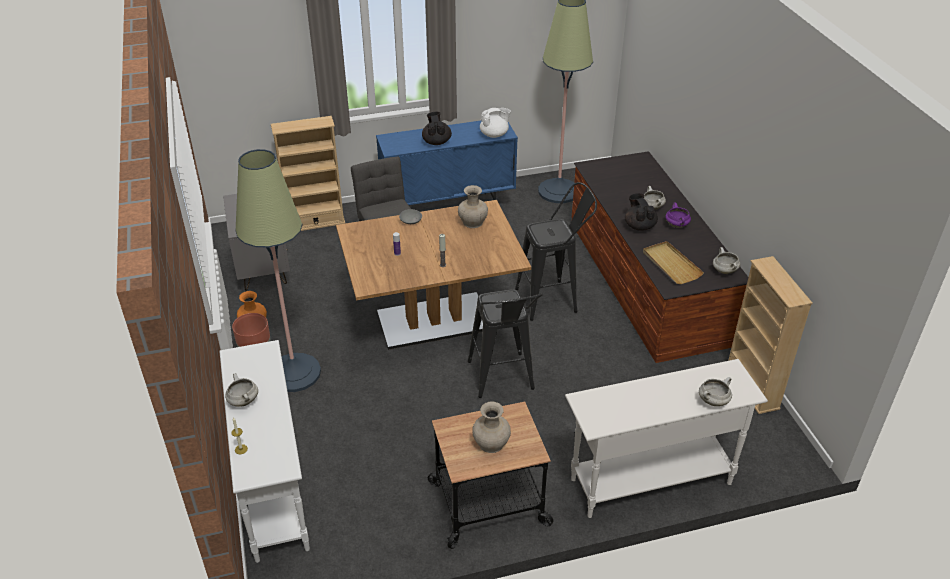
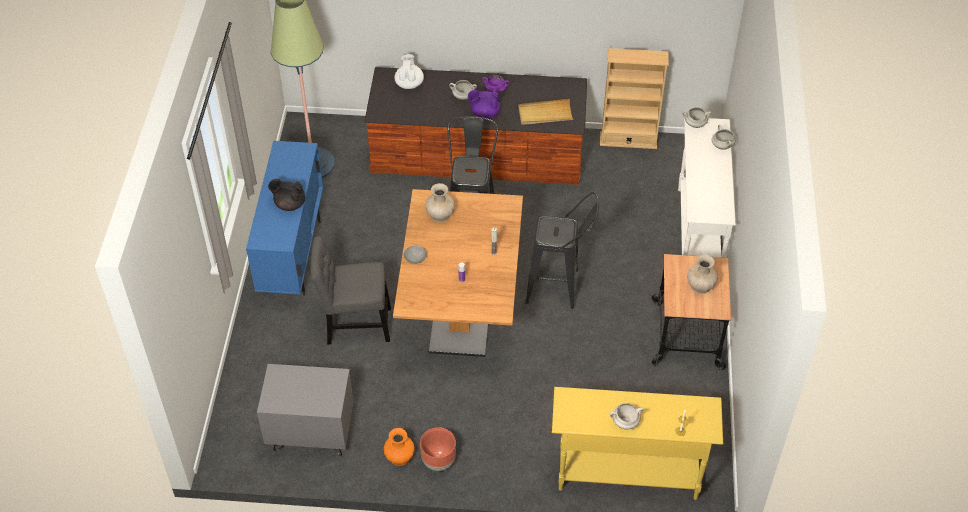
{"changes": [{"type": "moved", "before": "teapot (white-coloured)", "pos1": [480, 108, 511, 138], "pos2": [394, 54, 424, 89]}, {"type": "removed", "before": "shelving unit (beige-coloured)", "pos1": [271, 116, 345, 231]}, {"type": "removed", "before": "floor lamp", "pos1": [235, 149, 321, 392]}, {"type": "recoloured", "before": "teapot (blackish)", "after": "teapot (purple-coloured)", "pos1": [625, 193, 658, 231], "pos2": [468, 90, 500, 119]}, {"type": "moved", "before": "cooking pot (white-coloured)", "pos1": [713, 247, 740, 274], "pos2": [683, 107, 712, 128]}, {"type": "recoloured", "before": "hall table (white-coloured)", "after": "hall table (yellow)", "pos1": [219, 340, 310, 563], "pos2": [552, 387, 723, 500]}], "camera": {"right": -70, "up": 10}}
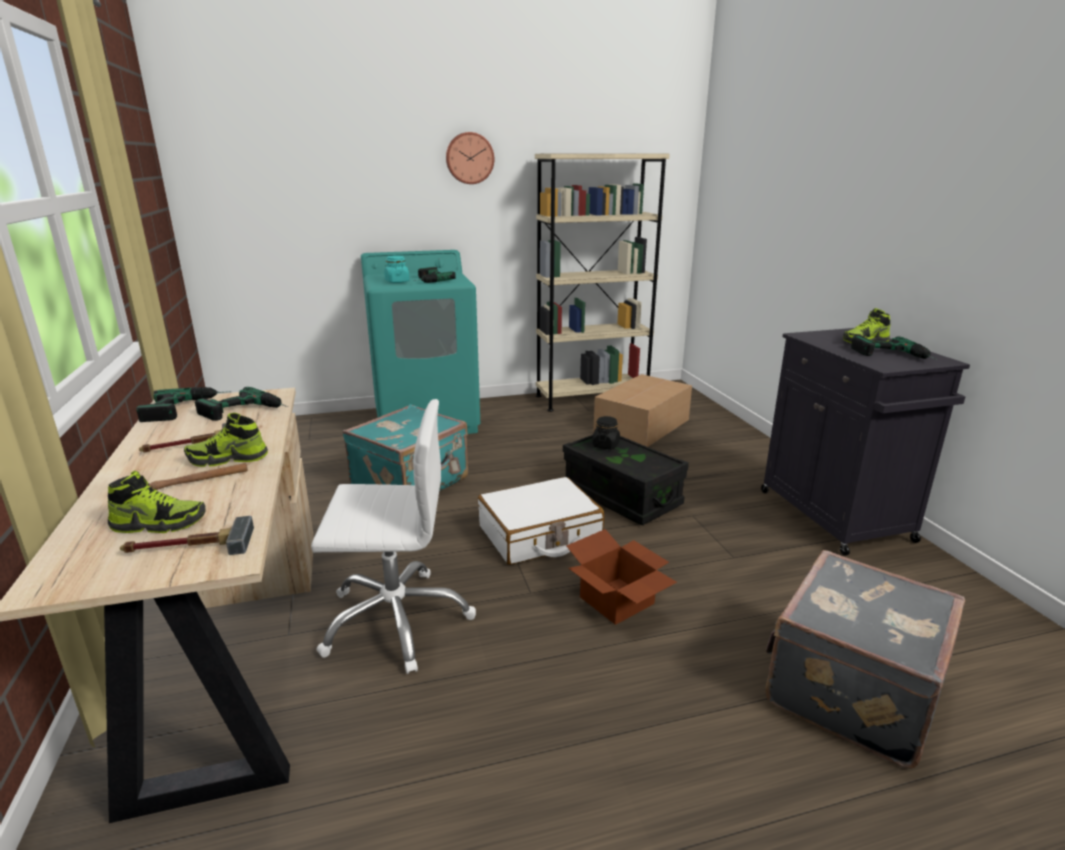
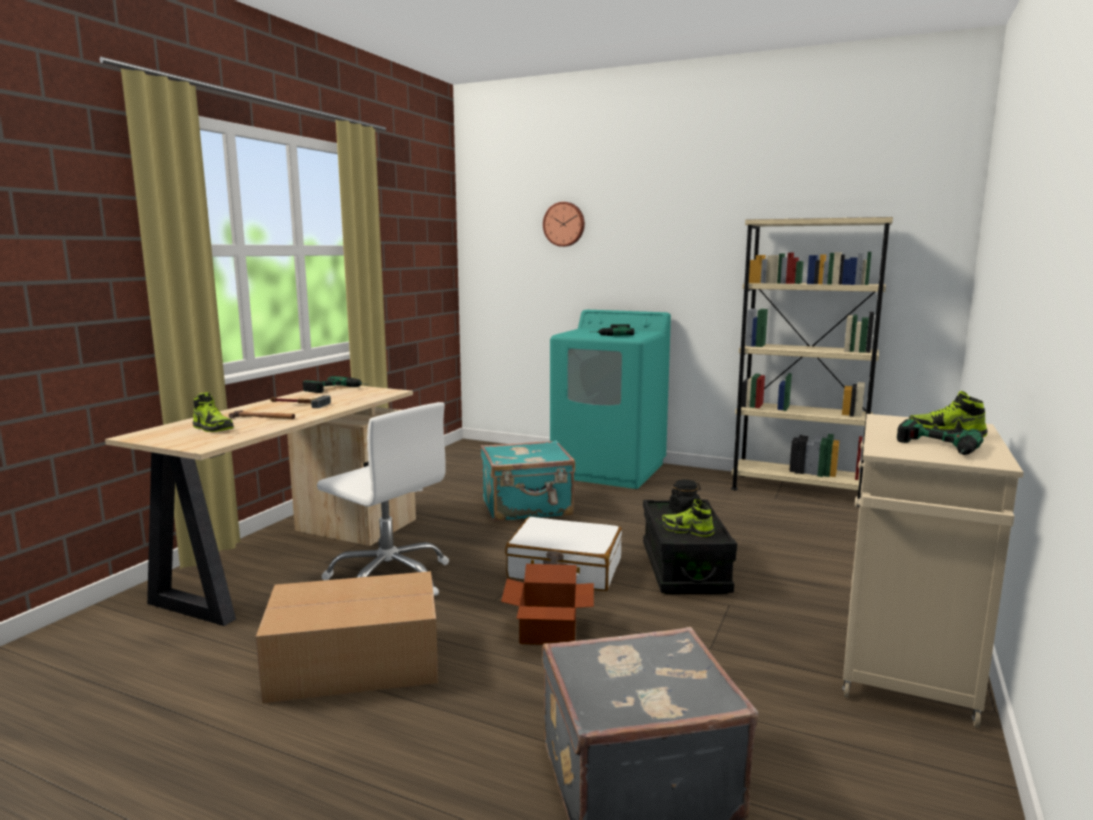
{"changes": [{"type": "moved", "before": "wall clock", "pos1": [446, 132, 494, 184], "pos2": [543, 202, 585, 247]}, {"type": "removed", "before": "jar (turquoise)", "pos1": [384, 256, 409, 283]}, {"type": "recoloured", "before": "cabinet (blackish)", "after": "cabinet (beige-coloured)", "pos1": [761, 328, 970, 556], "pos2": [842, 414, 1024, 728]}, {"type": "moved", "before": "packing box", "pos1": [593, 374, 692, 447], "pos2": [256, 571, 438, 704]}, {"type": "removed", "before": "drill", "pos1": [195, 387, 288, 421]}, {"type": "moved", "before": "item of footwear", "pos1": [184, 413, 268, 467], "pos2": [662, 499, 714, 537]}, {"type": "removed", "before": "hammer", "pos1": [120, 516, 254, 555]}], "camera": {"right": 40, "up": -10}}
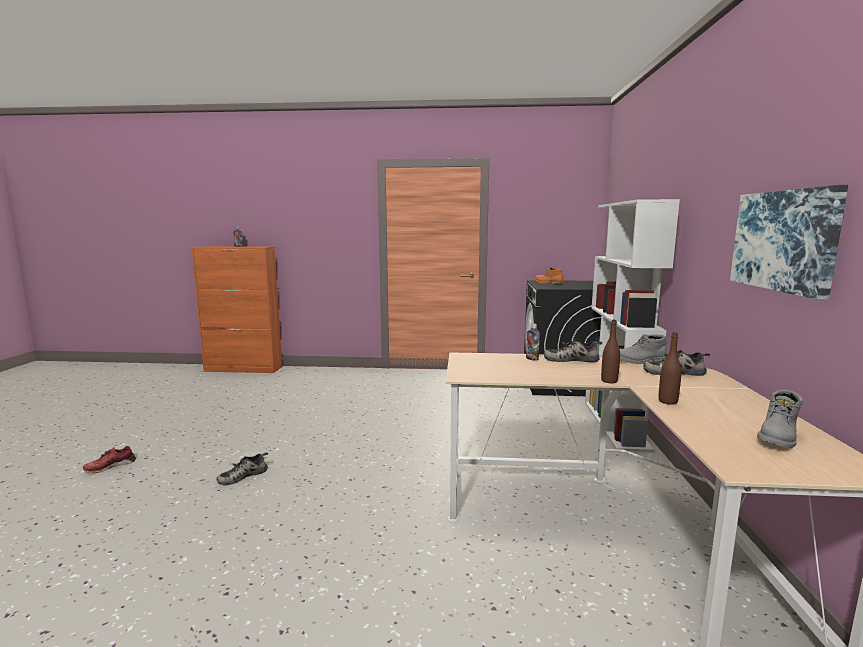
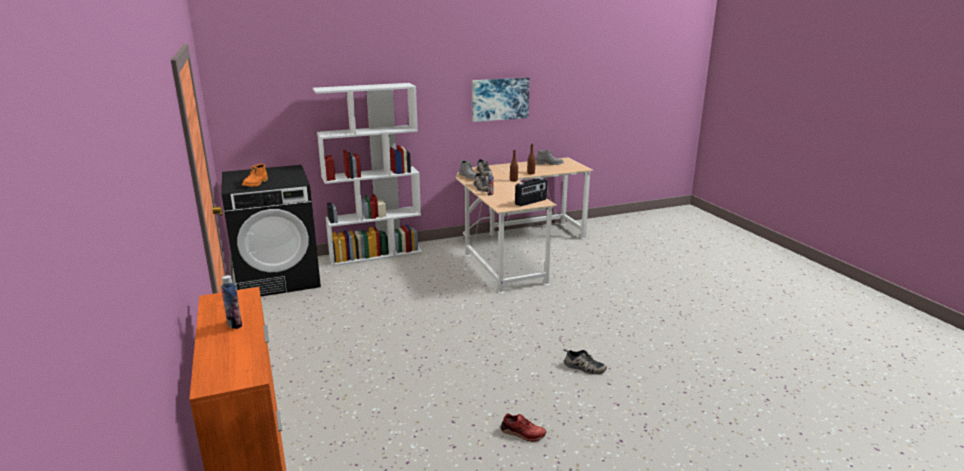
{"changes": [{"type": "moved", "before": "item of footwear (red-coloured)", "pos1": [83, 446, 136, 473], "pos2": [501, 413, 546, 442]}, {"type": "added", "after": "radio", "pos2": [515, 178, 547, 206]}], "camera": {"right": -115, "up": 10}}
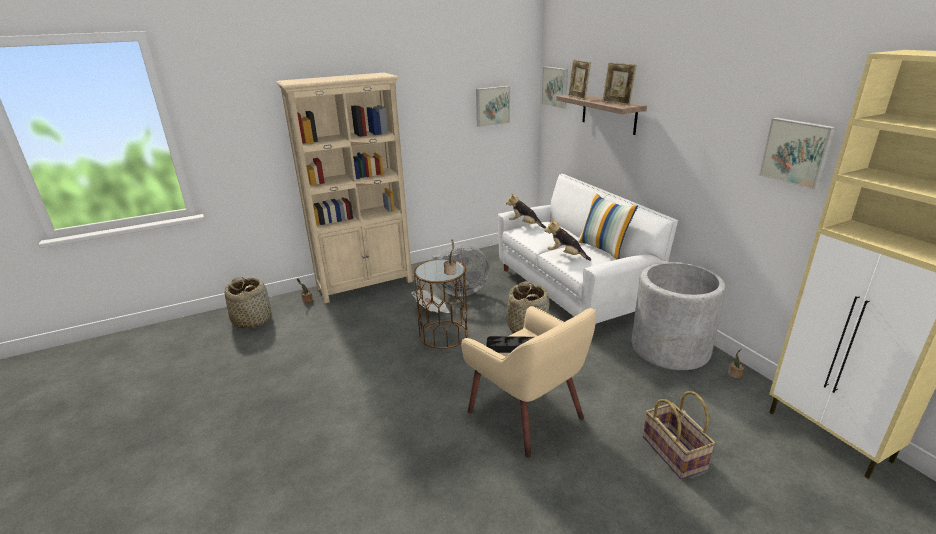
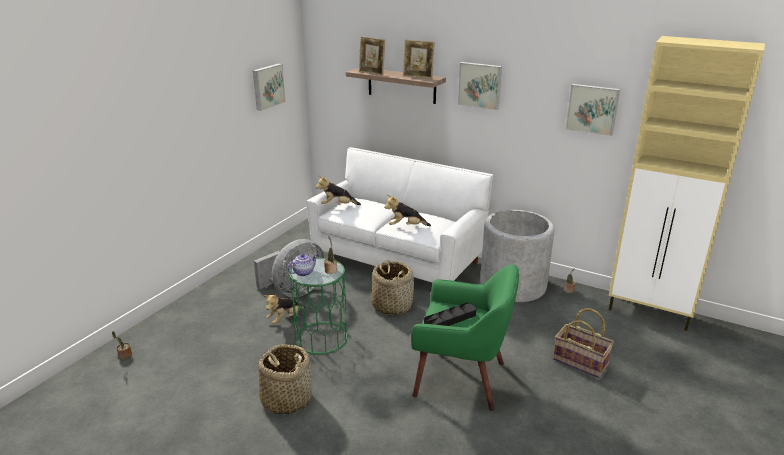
{"changes": [{"type": "moved", "before": "wall art", "pos1": [542, 67, 568, 109], "pos2": [458, 62, 502, 110]}, {"type": "removed", "before": "shelving unit (beige-coloured)", "pos1": [276, 73, 413, 304]}, {"type": "removed", "before": "pillow", "pos1": [578, 192, 638, 259]}, {"type": "recoloured", "before": "accent table (brown-coloured)", "after": "accent table (greenish)", "pos1": [414, 259, 468, 349], "pos2": [289, 258, 348, 354]}, {"type": "moved", "before": "household basket", "pos1": [225, 277, 271, 329], "pos2": [259, 344, 312, 415]}, {"type": "replaced", "before": "newspaper", "after": "plush toy", "pos1": [411, 290, 450, 313], "pos2": [264, 295, 305, 324]}, {"type": "recoloured", "before": "lounge chair (beige-coloured)", "after": "lounge chair (greenish)", "pos1": [462, 306, 596, 458], "pos2": [411, 265, 519, 411]}, {"type": "added", "after": "teapot", "pos2": [287, 253, 318, 276]}], "camera": {"right": -35, "up": 0}}
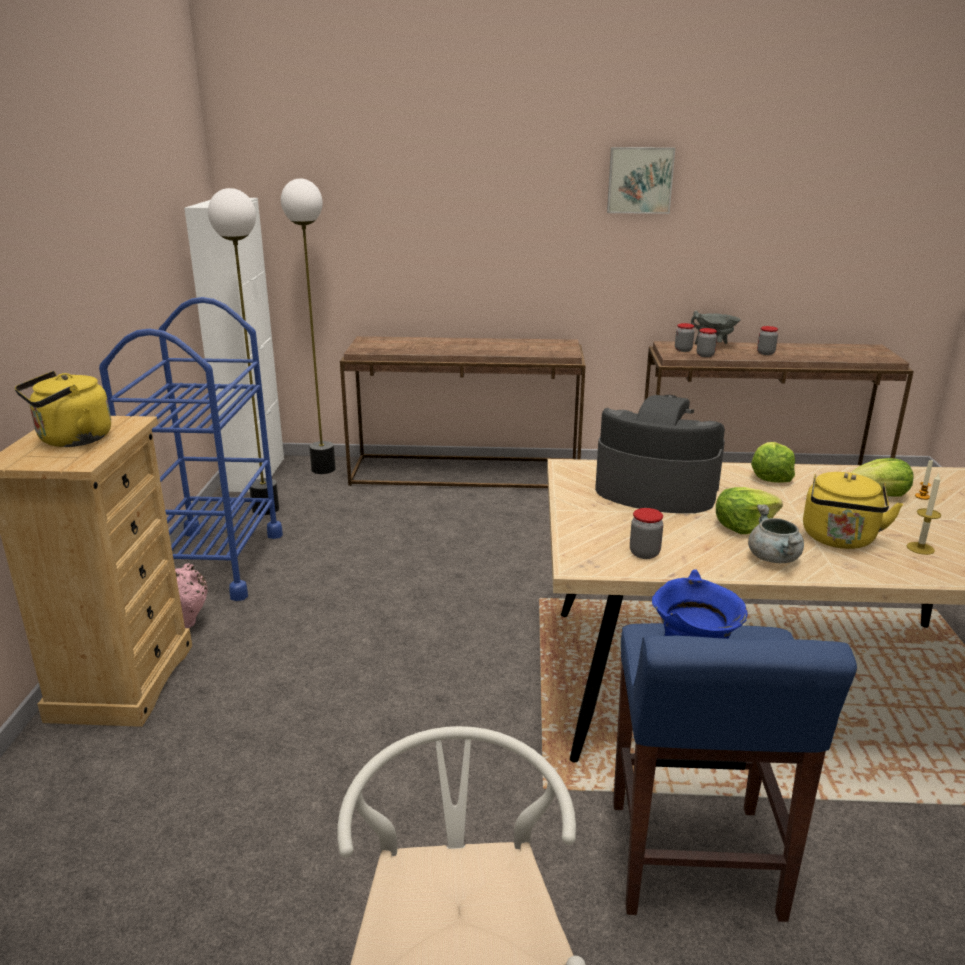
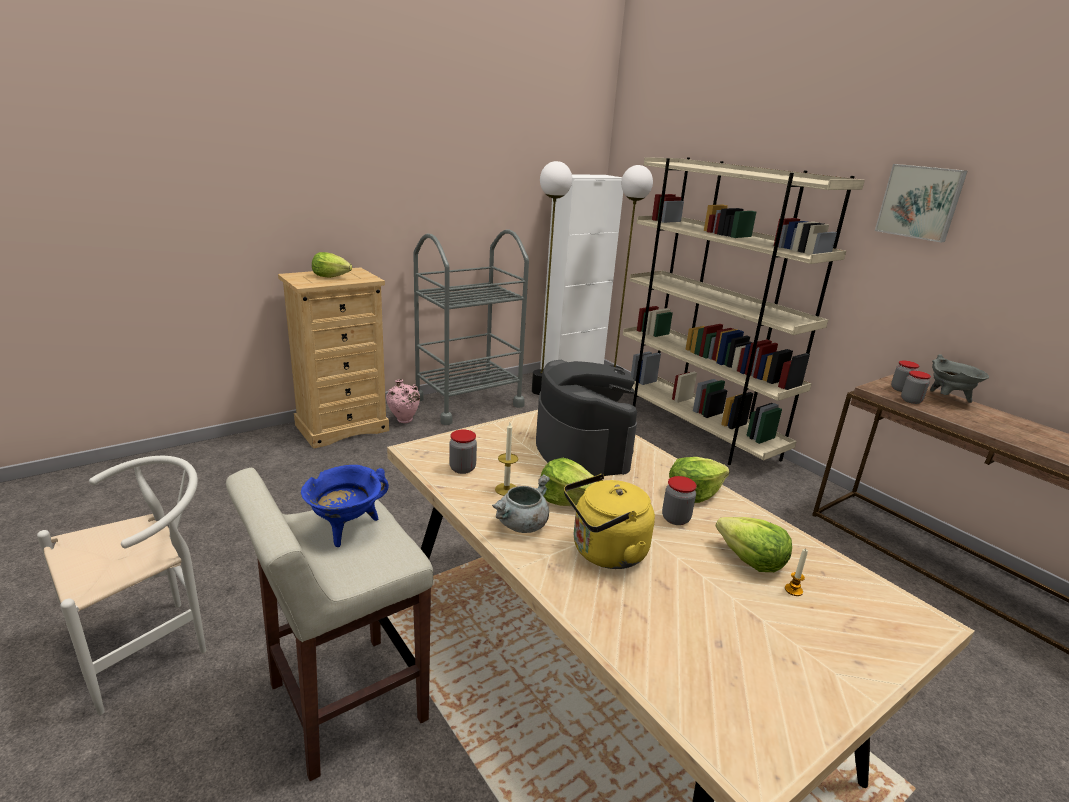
{"changes": [{"type": "recoloured", "before": "trolley (blue-coloured)", "after": "trolley (gray)", "pos1": [99, 297, 283, 601], "pos2": [413, 229, 529, 425]}, {"type": "moved", "before": "jar", "pos1": [757, 326, 778, 355], "pos2": [662, 476, 697, 525]}, {"type": "replaced", "before": "hall table (brown-coloured)", "after": "shelving unit (beige-coloured)", "pos1": [340, 336, 586, 488], "pos2": [623, 157, 865, 465]}, {"type": "replaced", "before": "kettle (yellow)", "after": "head of lettuce", "pos1": [15, 371, 111, 447], "pos2": [312, 252, 352, 278]}, {"type": "moved", "before": "wax candle", "pos1": [907, 474, 941, 555], "pos2": [495, 423, 518, 496]}, {"type": "recoloured", "before": "sitting stool (blue-coloured)", "after": "sitting stool (beige-coloured)", "pos1": [613, 623, 857, 922], "pos2": [226, 468, 433, 781]}], "camera": {"right": 50, "up": 0}}
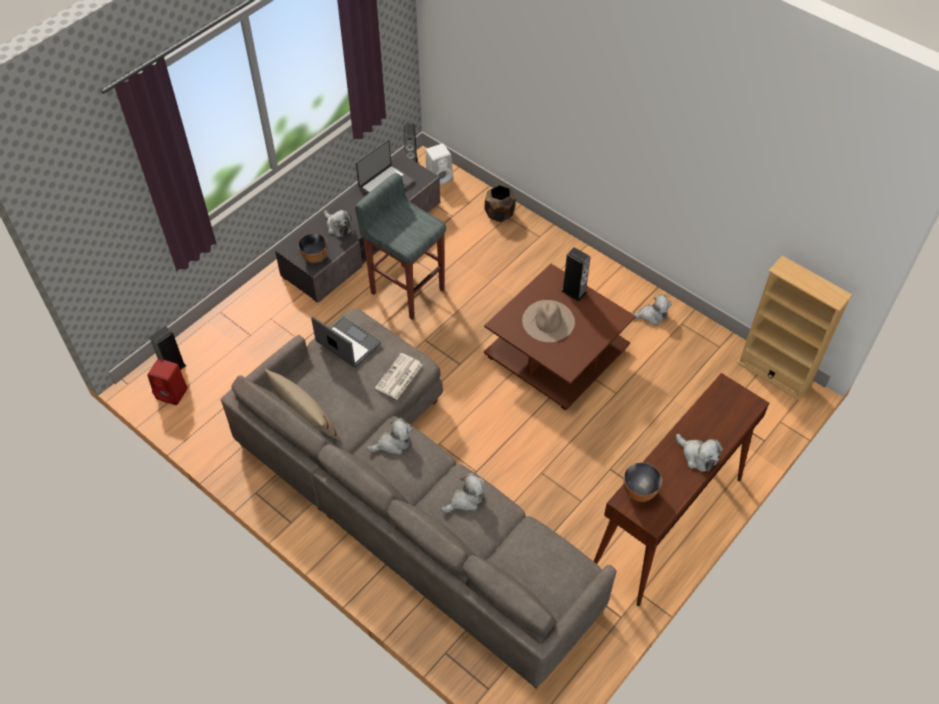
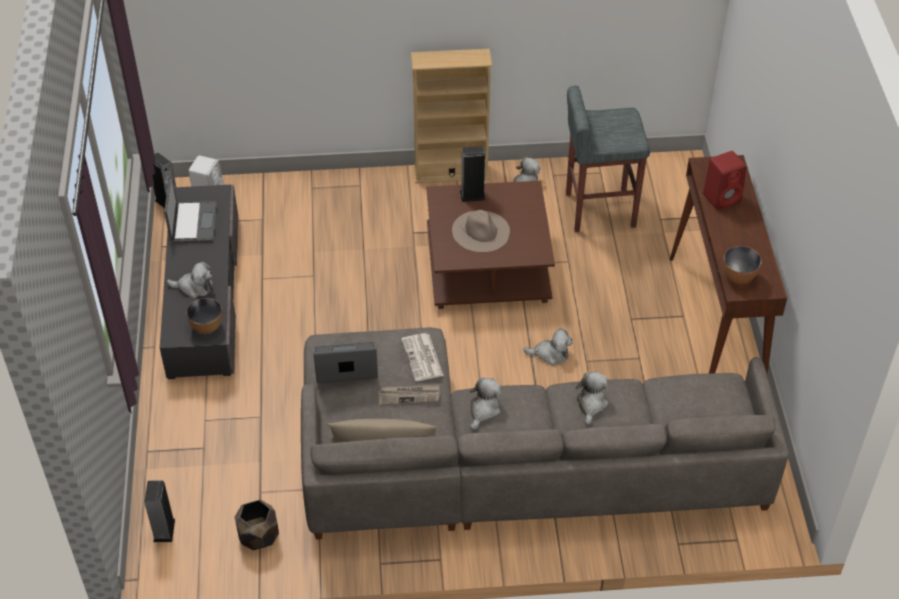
{"changes": [{"type": "moved", "before": "sitting stool (gray)", "pos1": [355, 173, 446, 320], "pos2": [566, 86, 650, 232]}, {"type": "moved", "before": "plant pot (brown-coloured)", "pos1": [485, 185, 516, 222], "pos2": [235, 500, 279, 550]}, {"type": "moved", "before": "shelving unit (beige-coloured)", "pos1": [737, 255, 853, 401], "pos2": [411, 48, 492, 183]}, {"type": "moved", "before": "audio speaker (red-coloured)", "pos1": [147, 358, 188, 405], "pos2": [703, 151, 746, 210]}, {"type": "moved", "before": "plush toy", "pos1": [676, 434, 723, 472], "pos2": [523, 328, 573, 366]}, {"type": "added", "after": "newspaper", "pos2": [379, 384, 439, 406]}], "camera": {"right": -45, "up": -5}}
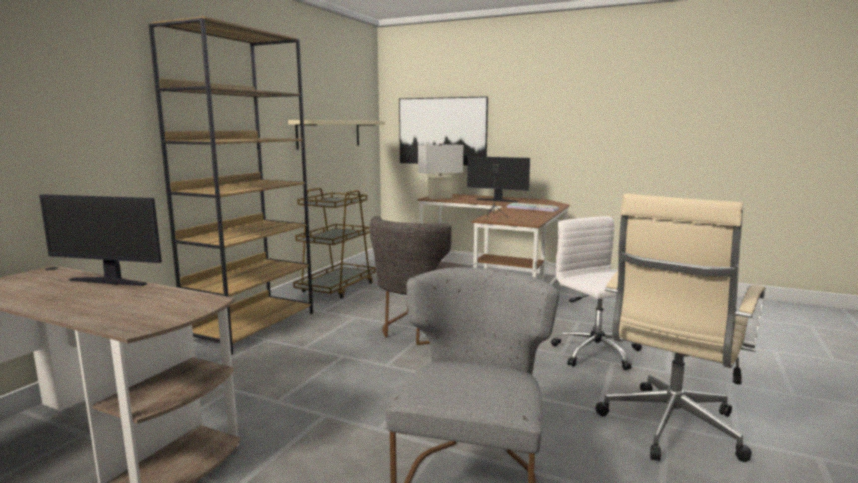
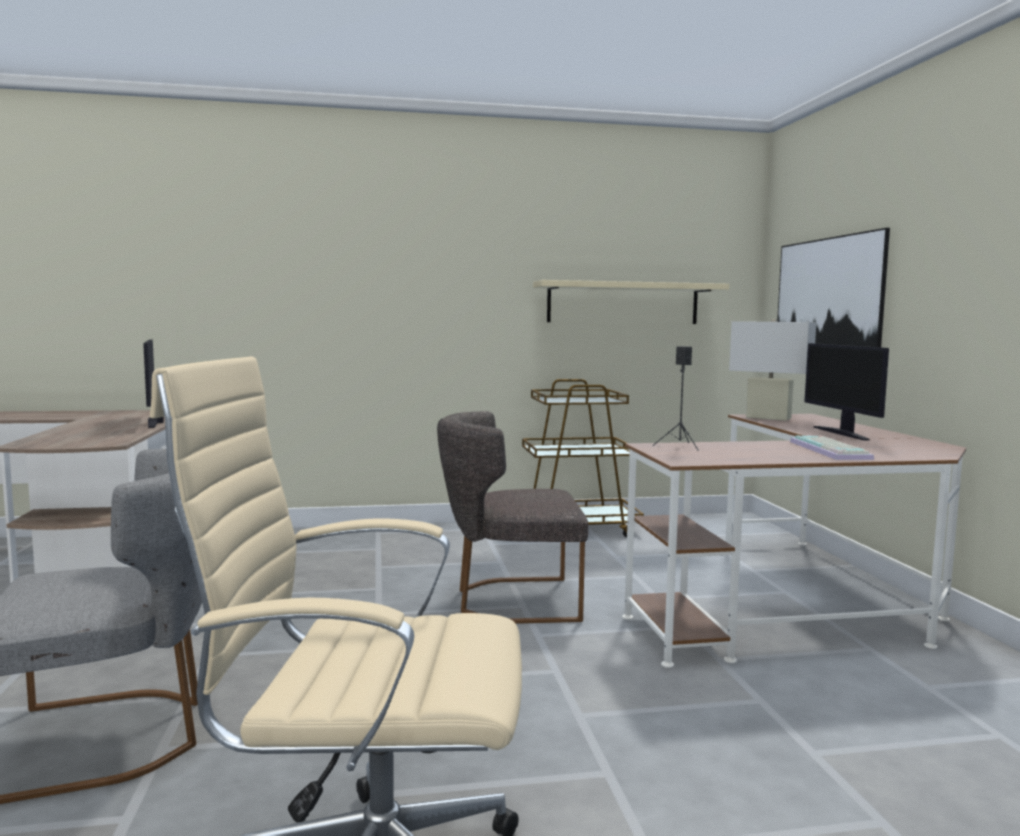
{"changes": [{"type": "removed", "before": "shelving unit (brown-coloured)", "pos1": [148, 16, 313, 355]}, {"type": "removed", "before": "office chair (white-coloured)", "pos1": [551, 216, 642, 370]}], "camera": {"right": 55, "up": -5}}
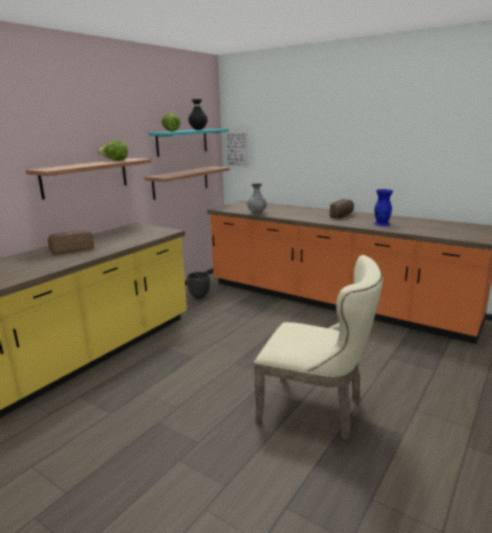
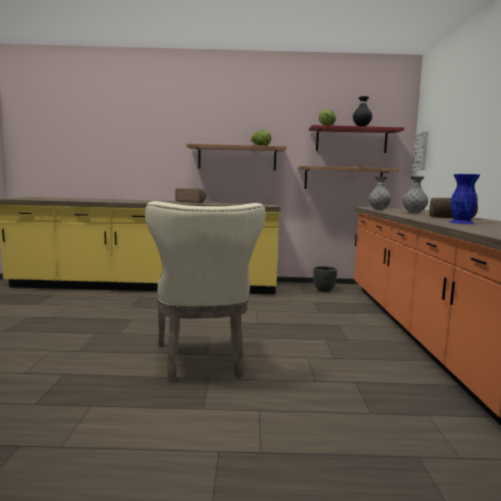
{"changes": [{"type": "recoloured", "before": "bracket shelf (turquoise)", "after": "bracket shelf (red-coloured)", "pos1": [149, 129, 229, 157], "pos2": [309, 125, 404, 153]}, {"type": "added", "after": "vase (gray)", "pos2": [403, 176, 428, 214]}], "camera": {"right": 55, "up": -10}}
